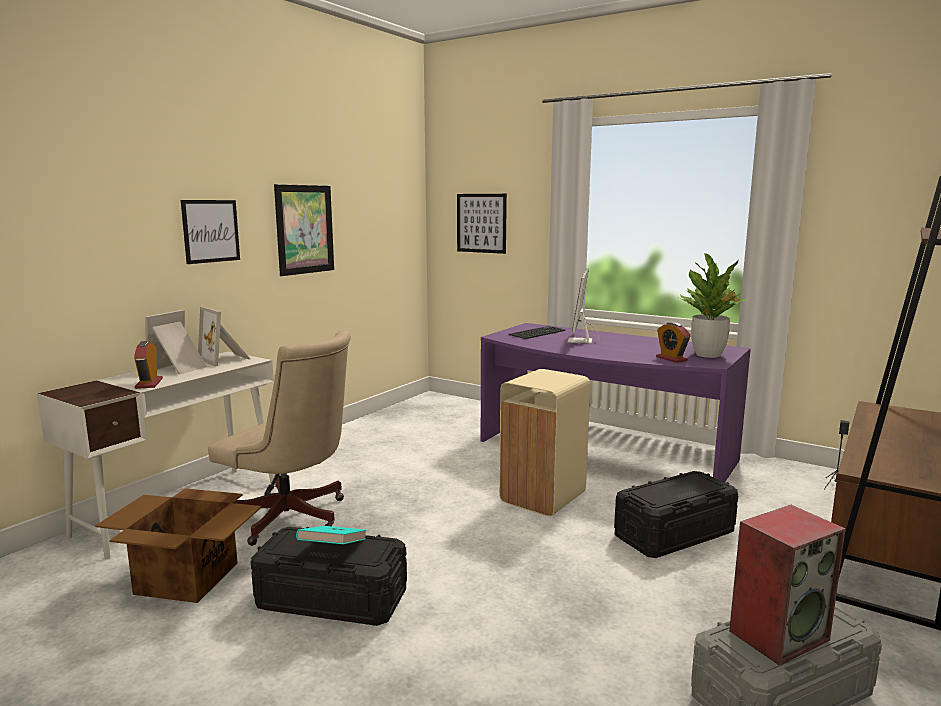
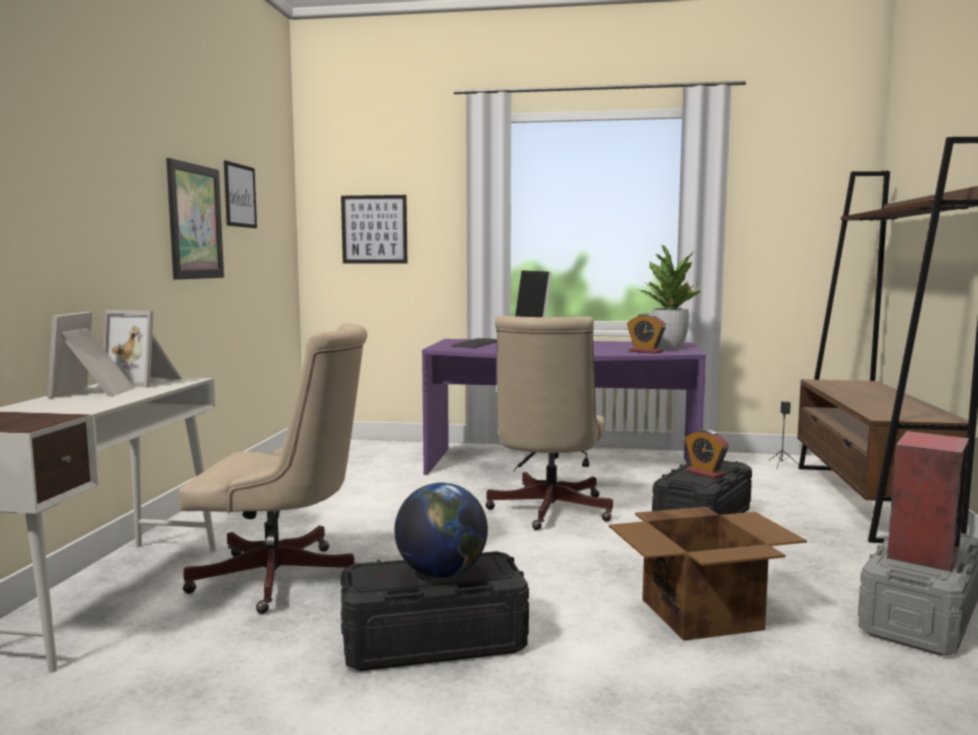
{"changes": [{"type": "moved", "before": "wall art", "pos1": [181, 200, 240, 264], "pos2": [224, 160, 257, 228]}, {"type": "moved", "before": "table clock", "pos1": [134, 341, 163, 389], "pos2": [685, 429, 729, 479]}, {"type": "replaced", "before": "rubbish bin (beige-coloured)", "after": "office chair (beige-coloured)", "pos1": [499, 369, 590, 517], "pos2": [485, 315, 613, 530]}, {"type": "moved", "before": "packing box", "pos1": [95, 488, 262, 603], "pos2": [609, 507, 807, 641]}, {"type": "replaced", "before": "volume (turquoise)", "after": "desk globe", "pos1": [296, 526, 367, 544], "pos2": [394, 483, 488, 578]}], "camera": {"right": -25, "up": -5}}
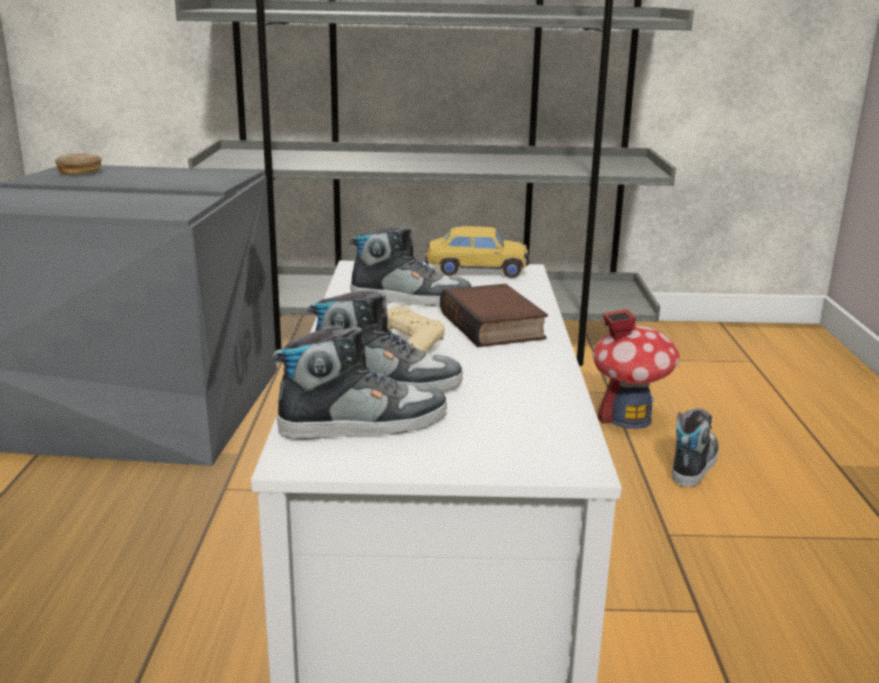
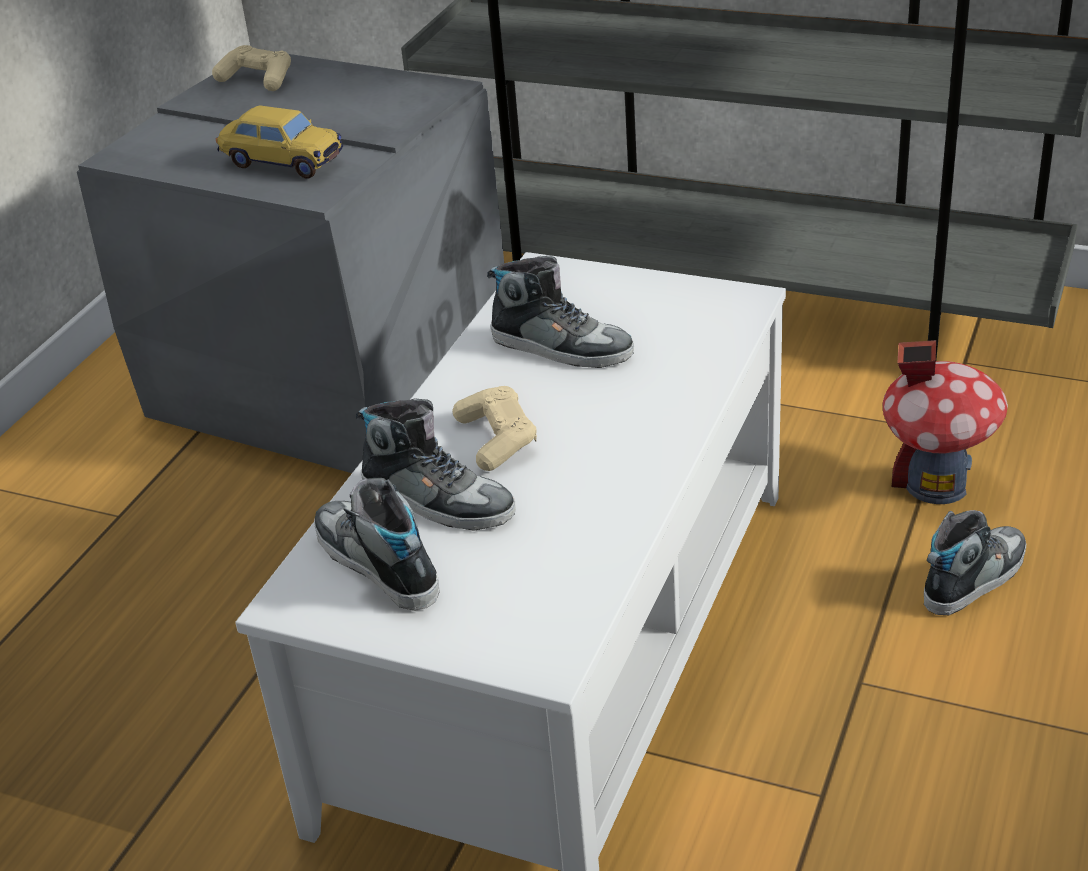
{"changes": [{"type": "replaced", "before": "donut", "after": "game controller (beige-coloured)", "pos1": [55, 153, 102, 175], "pos2": [212, 45, 291, 91]}, {"type": "moved", "before": "toy car", "pos1": [425, 226, 530, 278], "pos2": [216, 105, 343, 179]}, {"type": "removed", "before": "volume", "pos1": [440, 284, 548, 347]}, {"type": "turned", "before": "item of footwear", "pos1": [272, 325, 447, 440], "pos2": [314, 478, 440, 611], "turn": -135}], "camera": {"right": 25, "up": 15}}
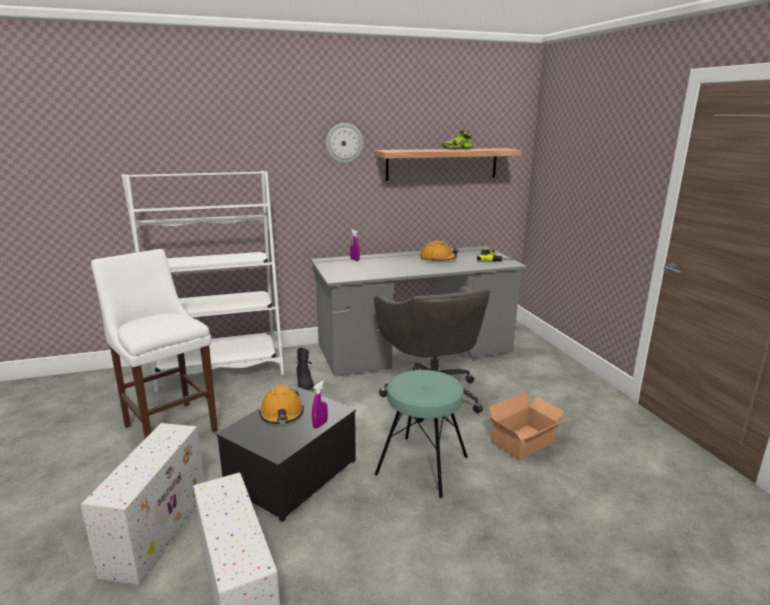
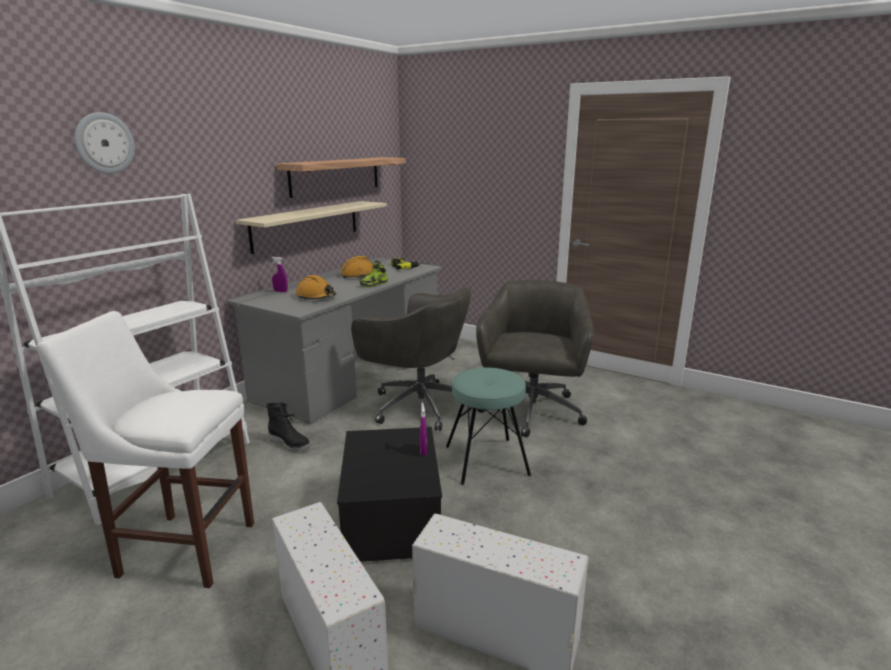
{"changes": [{"type": "moved", "before": "wall clock", "pos1": [326, 123, 364, 164], "pos2": [74, 112, 135, 174]}, {"type": "moved", "before": "item of footwear", "pos1": [442, 129, 473, 150], "pos2": [360, 263, 388, 288]}, {"type": "moved", "before": "work helmet (orangey)", "pos1": [259, 385, 304, 424], "pos2": [296, 275, 336, 300]}, {"type": "replaced", "before": "packing box", "after": "office chair (gray)", "pos1": [489, 391, 569, 461], "pos2": [476, 280, 594, 437]}, {"type": "added", "after": "bracket shelf (beige-coloured)", "pos2": [236, 201, 387, 254]}], "camera": {"right": -40, "up": 0}}
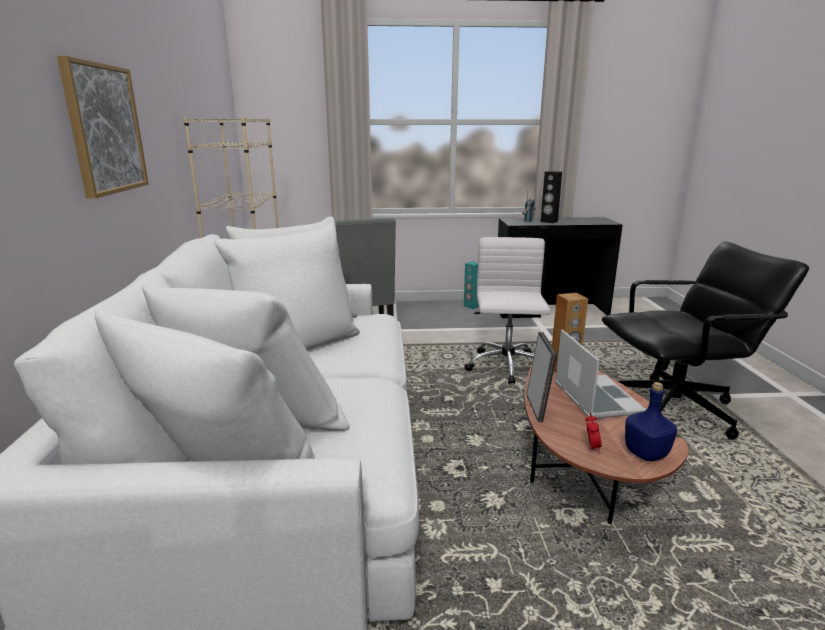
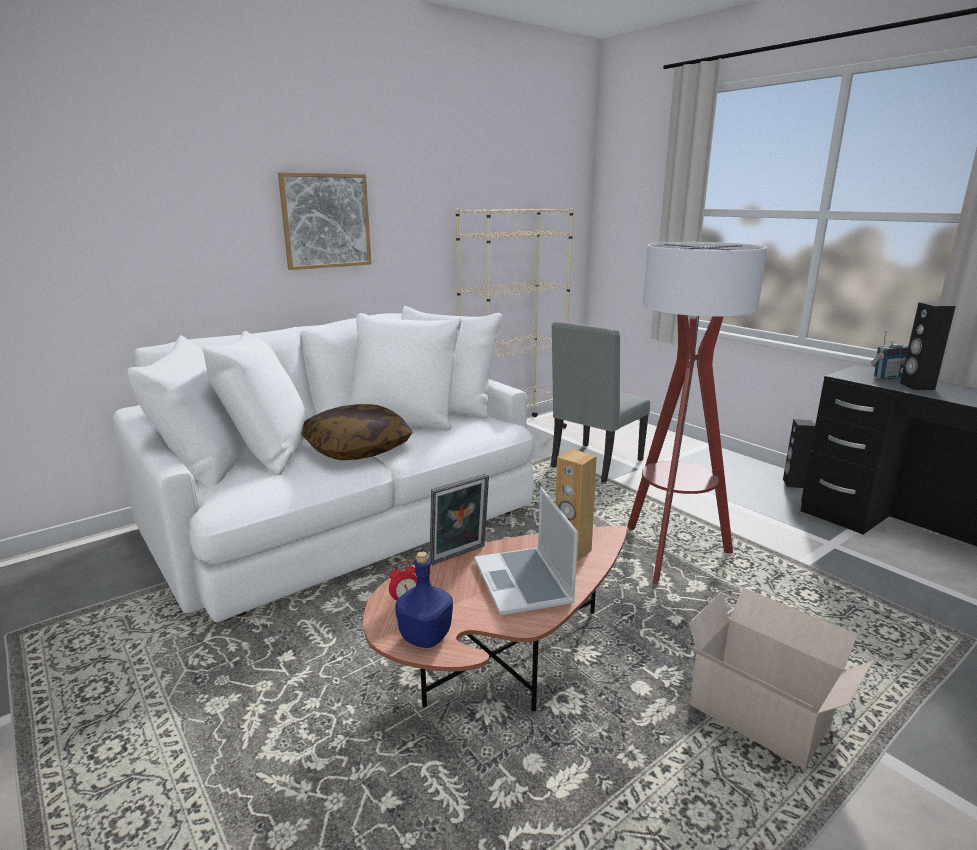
{"changes": [{"type": "replaced", "before": "office chair (white-coloured)", "after": "floor lamp", "pos1": [464, 237, 550, 384], "pos2": [627, 242, 767, 584]}, {"type": "replaced", "before": "office chair (blackish)", "after": "packing box", "pos1": [602, 242, 809, 440], "pos2": [687, 588, 873, 769]}, {"type": "recoloured", "before": "audio speaker (turquoise)", "after": "audio speaker (blackish)", "pos1": [464, 261, 479, 309], "pos2": [783, 419, 815, 488]}, {"type": "turned", "before": "notebook computer", "pos1": [555, 330, 646, 419], "pos2": [475, 487, 578, 616], "turn": 120}, {"type": "added", "after": "pillow", "pos2": [301, 404, 413, 460]}], "camera": {"right": 55, "up": 0}}
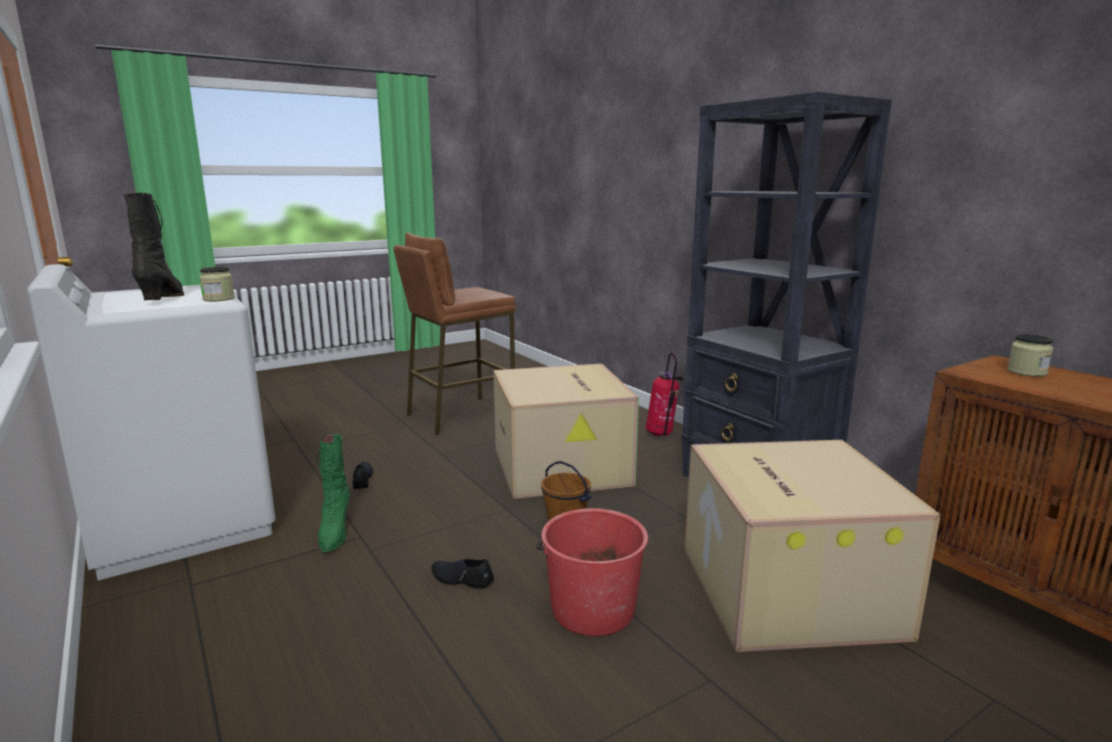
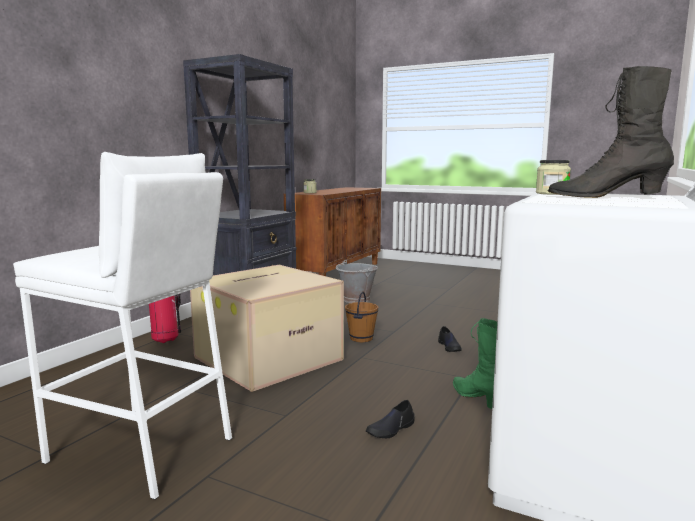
{"changes": [{"type": "turned", "before": "boot (blackish)", "pos1": [123, 193, 184, 300], "pos2": [548, 66, 674, 198], "turn": 60}, {"type": "recoloured", "before": "sitting stool (brown-coloured)", "after": "sitting stool (white-coloured)", "pos1": [393, 233, 516, 435], "pos2": [13, 152, 232, 500]}, {"type": "turned", "before": "boot (greenish)", "pos1": [317, 434, 350, 552], "pos2": [453, 318, 497, 409], "turn": -75}, {"type": "replaced", "before": "packing box", "after": "bucket (gray)", "pos1": [684, 440, 941, 652], "pos2": [336, 260, 378, 303]}, {"type": "removed", "before": "bucket (red-coloured)", "pos1": [536, 508, 648, 636]}], "camera": {"right": -120, "up": -5}}
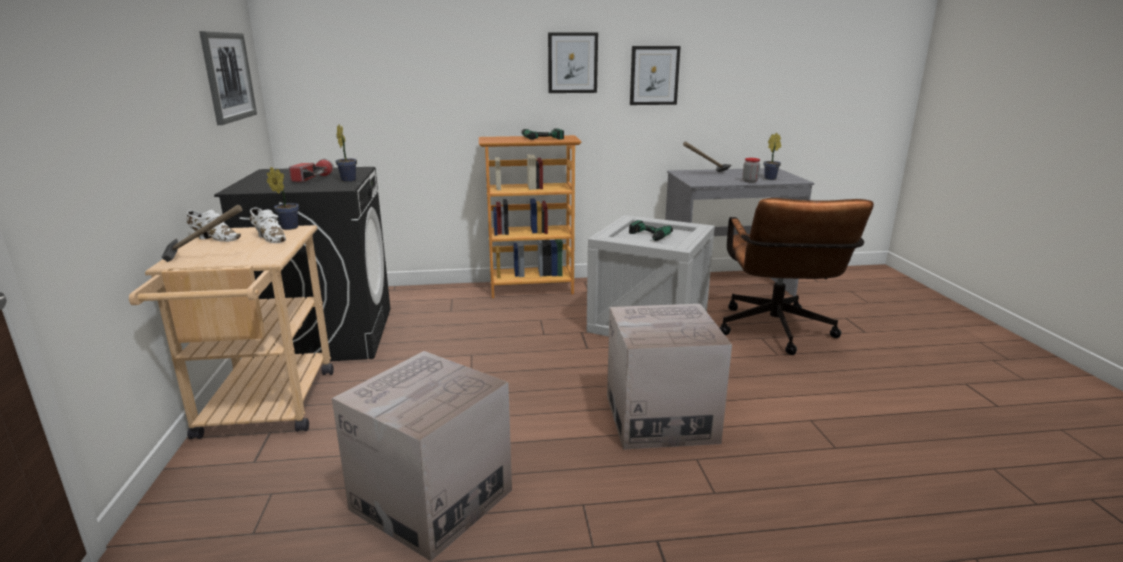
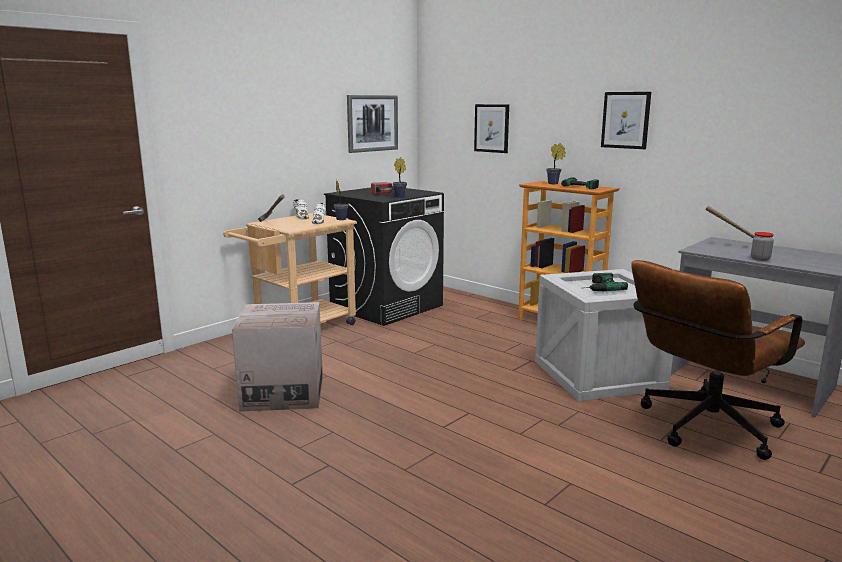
{"changes": [{"type": "moved", "before": "wall art", "pos1": [630, 46, 681, 105], "pos2": [474, 104, 509, 153]}, {"type": "moved", "before": "plant in a pot", "pos1": [764, 133, 781, 180], "pos2": [546, 143, 566, 184]}, {"type": "removed", "before": "packing box", "pos1": [607, 304, 732, 450]}], "camera": {"right": 50, "up": -5}}
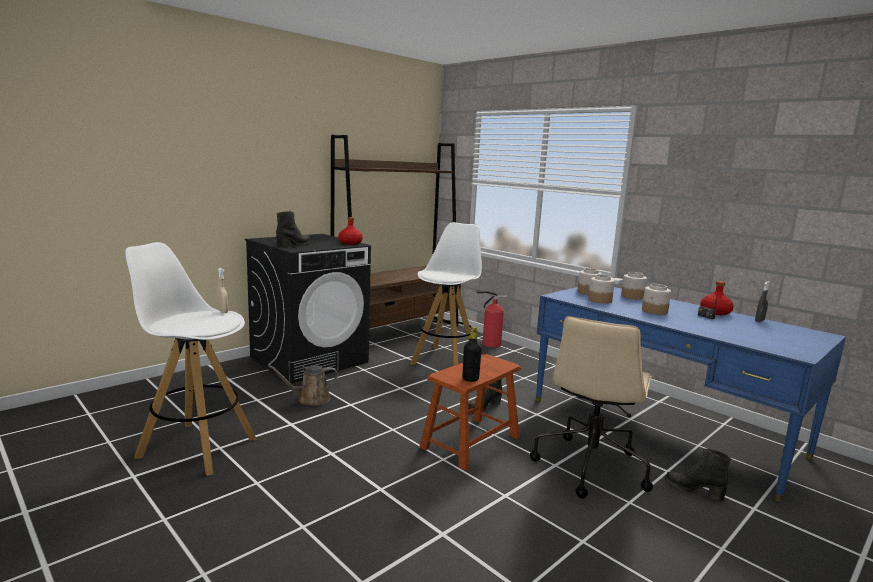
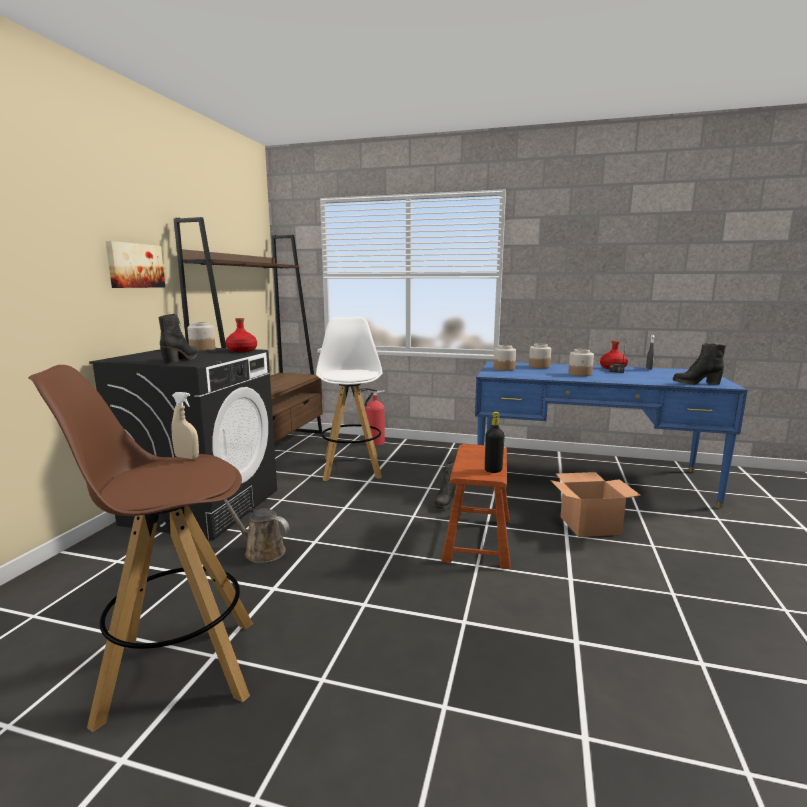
{"changes": [{"type": "recoloured", "before": "sitting stool (white-coloured)", "after": "sitting stool (brown-coloured)", "pos1": [125, 242, 257, 476], "pos2": [28, 365, 253, 732]}, {"type": "moved", "before": "jar", "pos1": [588, 274, 615, 304], "pos2": [187, 322, 215, 351]}, {"type": "replaced", "before": "office chair (beige-coloured)", "after": "packing box", "pos1": [530, 316, 653, 499], "pos2": [550, 472, 641, 537]}, {"type": "turned", "before": "watering pot (brown-coloured)", "pos1": [268, 365, 338, 406], "pos2": [224, 499, 289, 563], "turn": 75}, {"type": "moved", "before": "boot (blackish)", "pos1": [665, 449, 731, 501], "pos2": [673, 343, 726, 385]}, {"type": "added", "after": "wall art", "pos2": [106, 241, 165, 288]}], "camera": {"right": -30, "up": 0}}
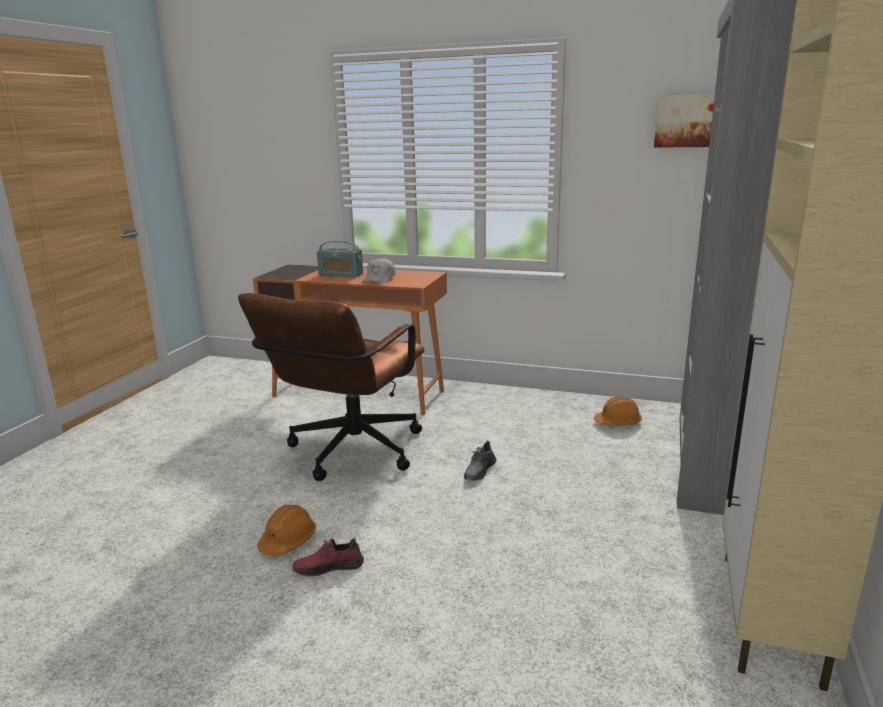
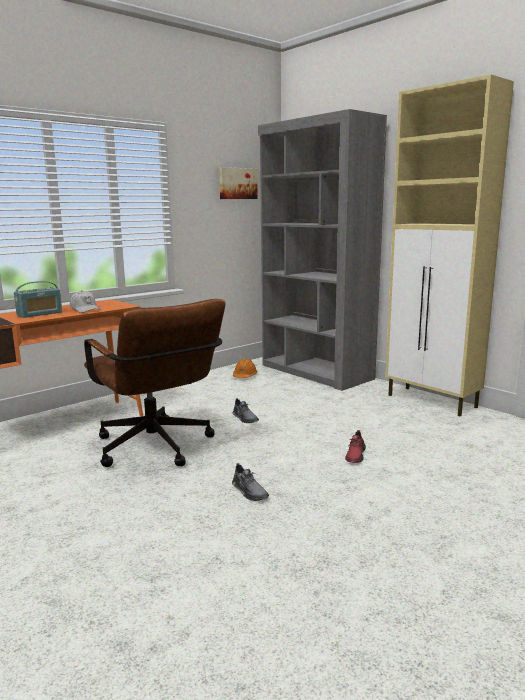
{"changes": [{"type": "replaced", "before": "work helmet (orangey)", "after": "item of footwear (gray)", "pos1": [257, 505, 316, 556], "pos2": [232, 463, 269, 501]}, {"type": "moved", "before": "item of footwear (red-coloured)", "pos1": [292, 537, 364, 576], "pos2": [345, 430, 366, 463]}], "camera": {"right": -60, "up": -5}}
